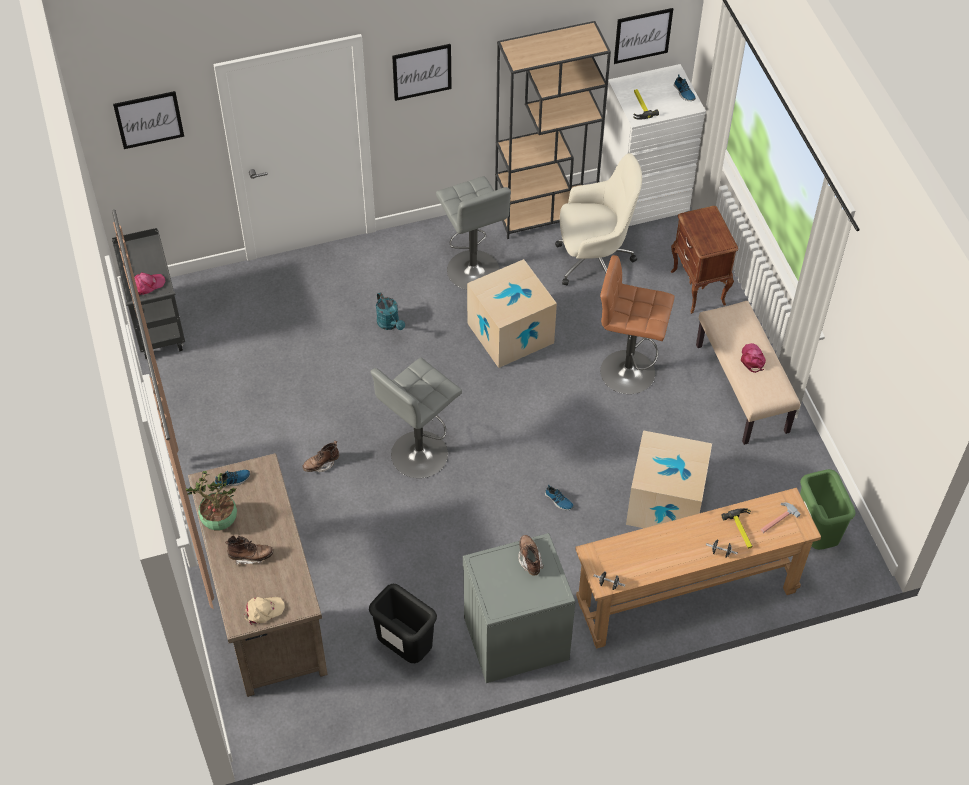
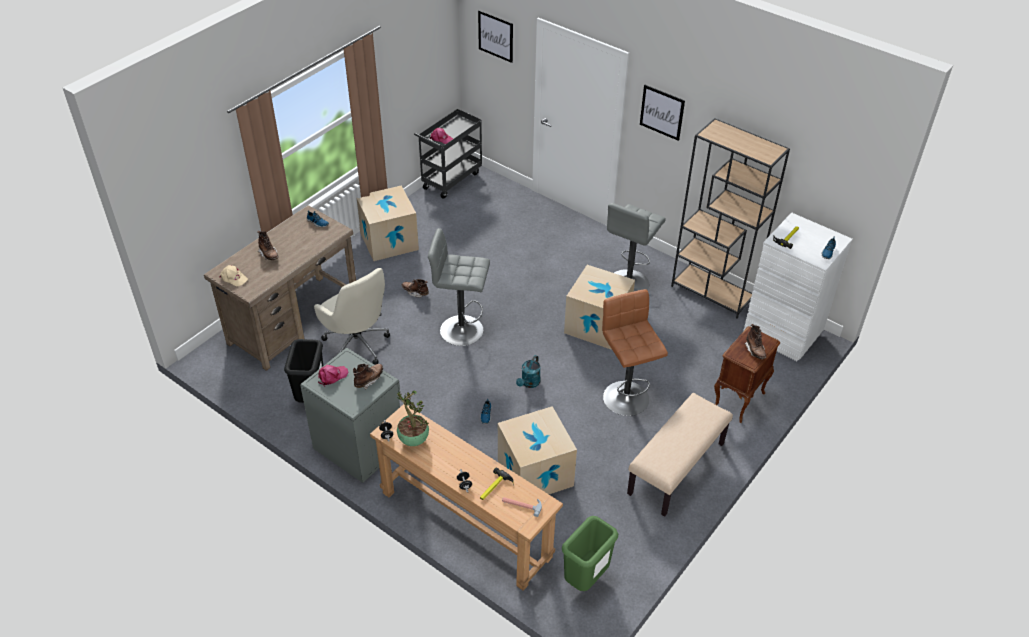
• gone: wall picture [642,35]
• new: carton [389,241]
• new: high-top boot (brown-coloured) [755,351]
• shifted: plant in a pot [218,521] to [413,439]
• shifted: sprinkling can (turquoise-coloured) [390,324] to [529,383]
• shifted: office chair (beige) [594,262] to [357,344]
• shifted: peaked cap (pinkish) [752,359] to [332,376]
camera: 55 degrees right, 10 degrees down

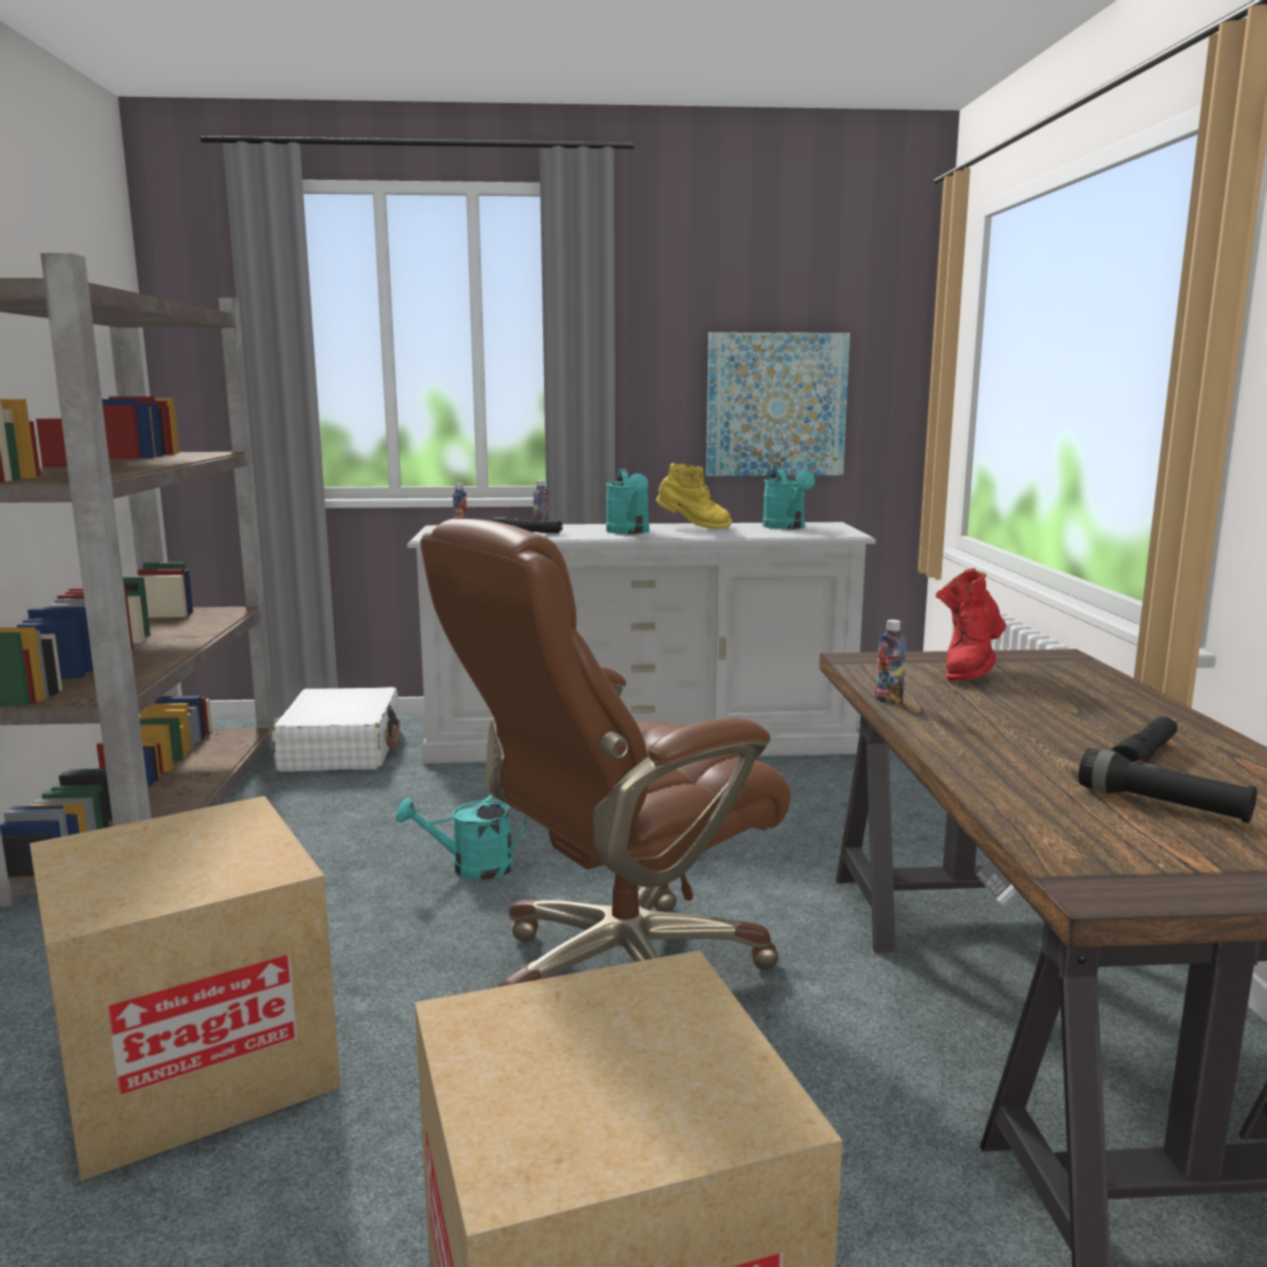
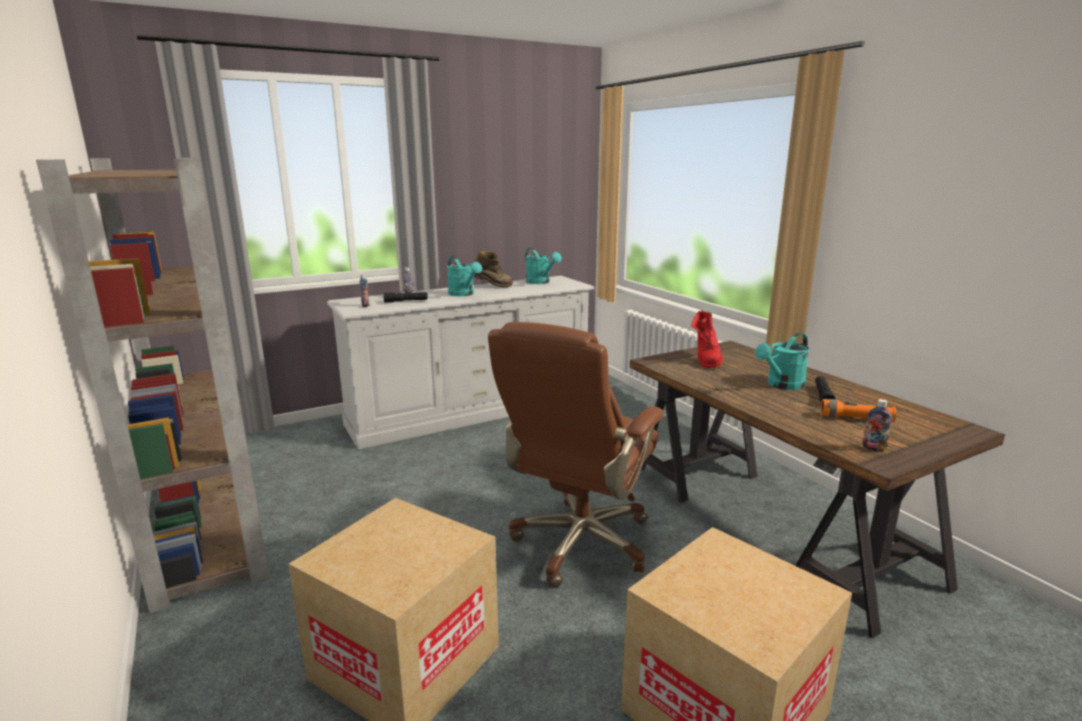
• gone: travel case (white) [342,749]
• gone: wall picture [776,405]
• shifted: sprinkling can (turquoise-coloured) [471,868] to [782,385]
• shifted: drink bottle [888,700] to [873,448]
• repainted: high-top boot (yellow) [693,527] to high-top boot (brown-coloured) [492,287]
• repainted: flashlight (black) [1162,805] to flashlight (orange) [856,419]
camera: 25 degrees left, 5 degrees up

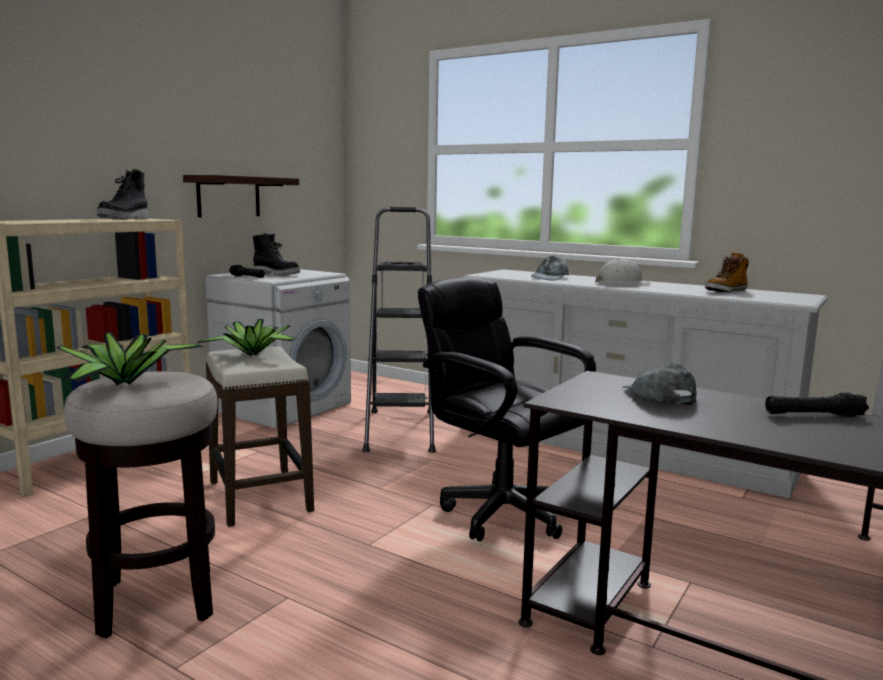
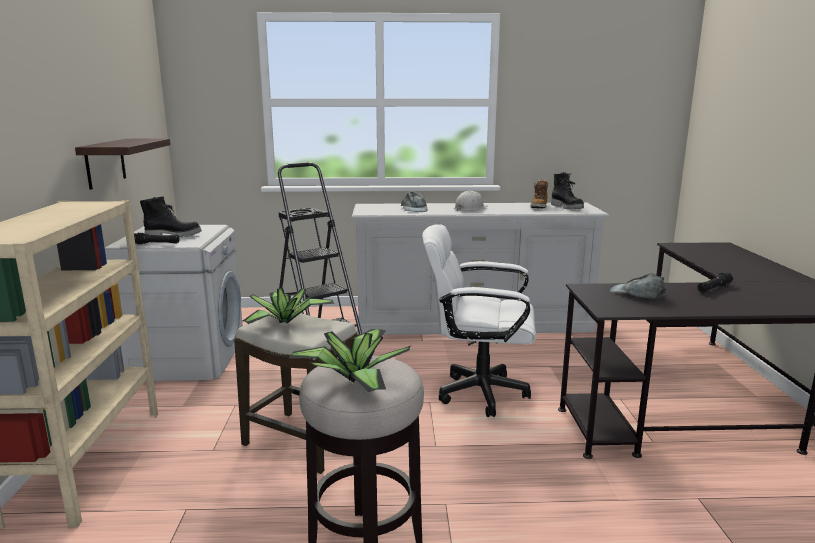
• shifted: high-top boot (black) [125,219] to [567,207]
• repainted: office chair (black) [497,514] to office chair (white) [476,394]
camera: 35 degrees left, 5 degrees up

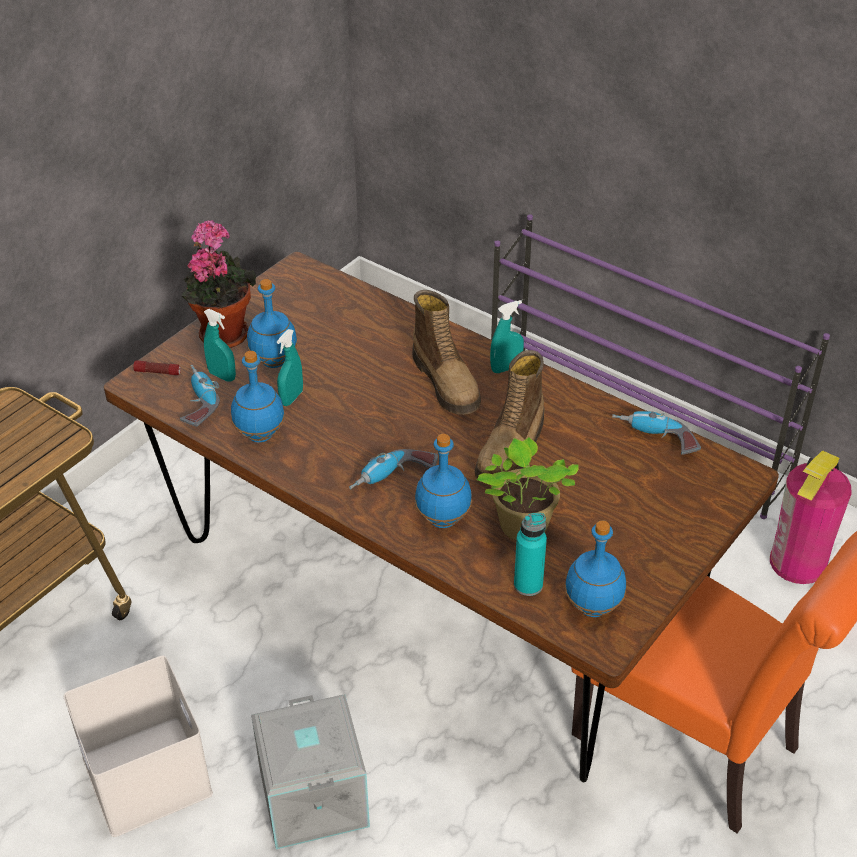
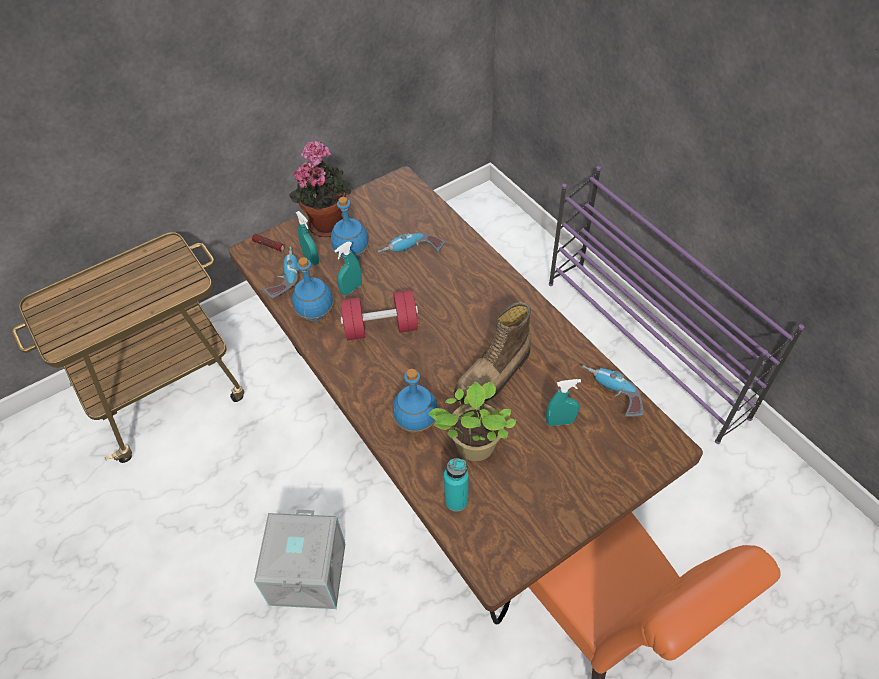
• gone: storage container (white) [143,774]
• gone: high-top boot [447,383]
• gone: drink bottle (blue-coloured) [592,606]
• gone: fire extinguisher [798,562]
• new: dumbbell (red) [381,327]
• shifted: drill [393,479] to [411,252]
• shifted: sprayer (turquoise-coloured) [506,368] to [560,421]
camera: 20 degrees right, 10 degrees up

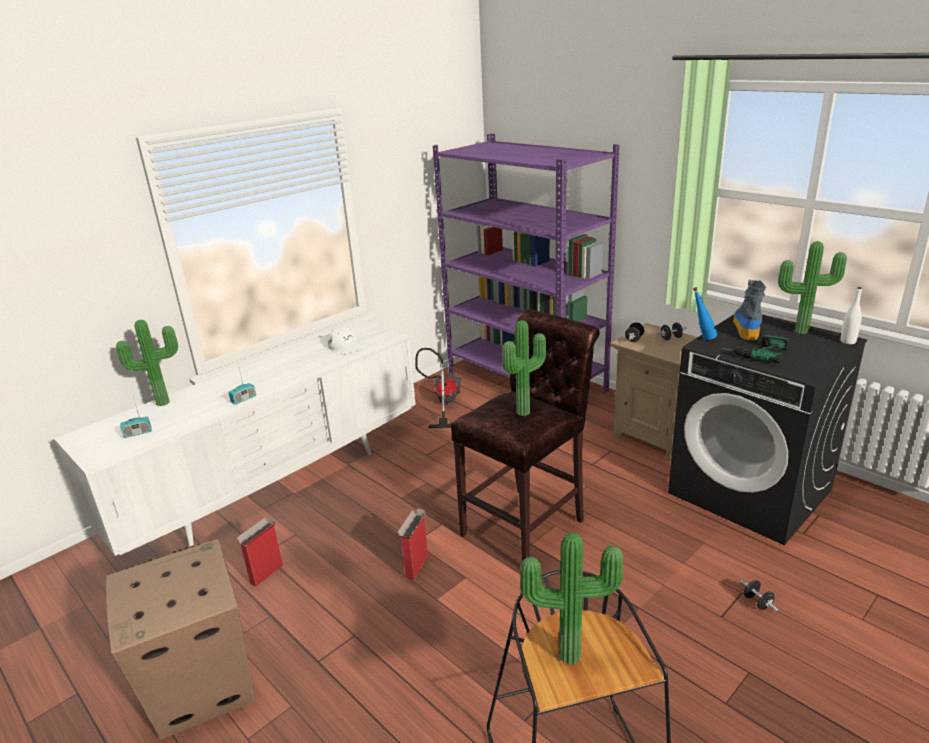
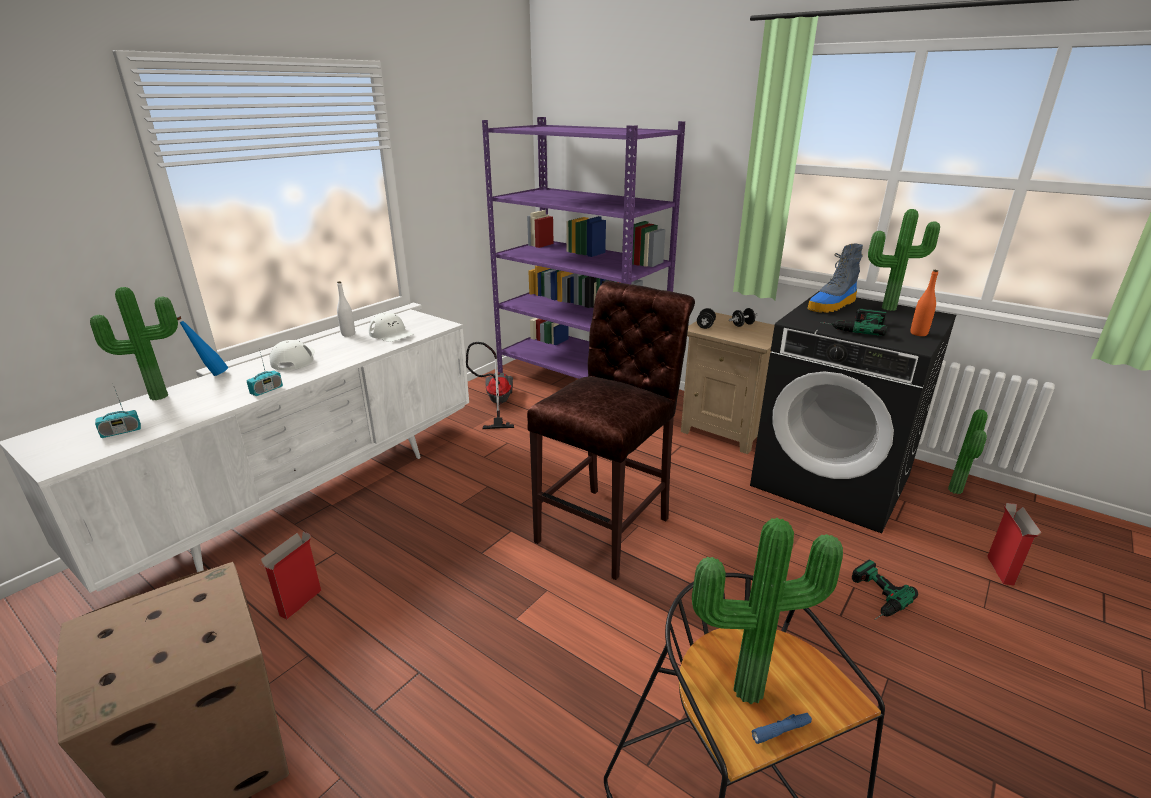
• new: peaked cap (white) [294,359]
• new: flashlight (blue-coloured) [781,730]
• new: drink bottle (orange) [918,333]
• shifted: carton [416,567] to [1000,571]
• shifted: plant in a pot [525,413] to [958,491]
• shifted: drink bottle (blue-coloured) [702,339] to [211,375]
• shifted: drink bottle (white) [848,341] to [348,334]
• swapped: dumbbell (black) [757,602] to drill [873,597]
• rotated: high-top boot [746,327] = [832,305] 135 degrees counterclockwise
camera: 10 degrees left, 0 degrees up

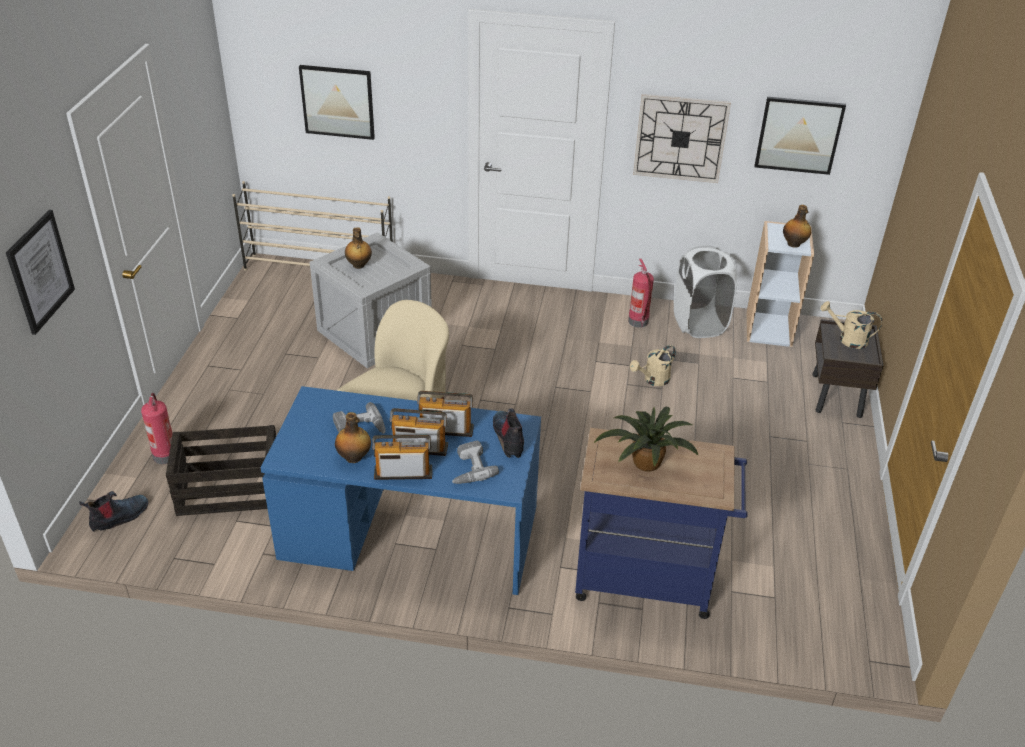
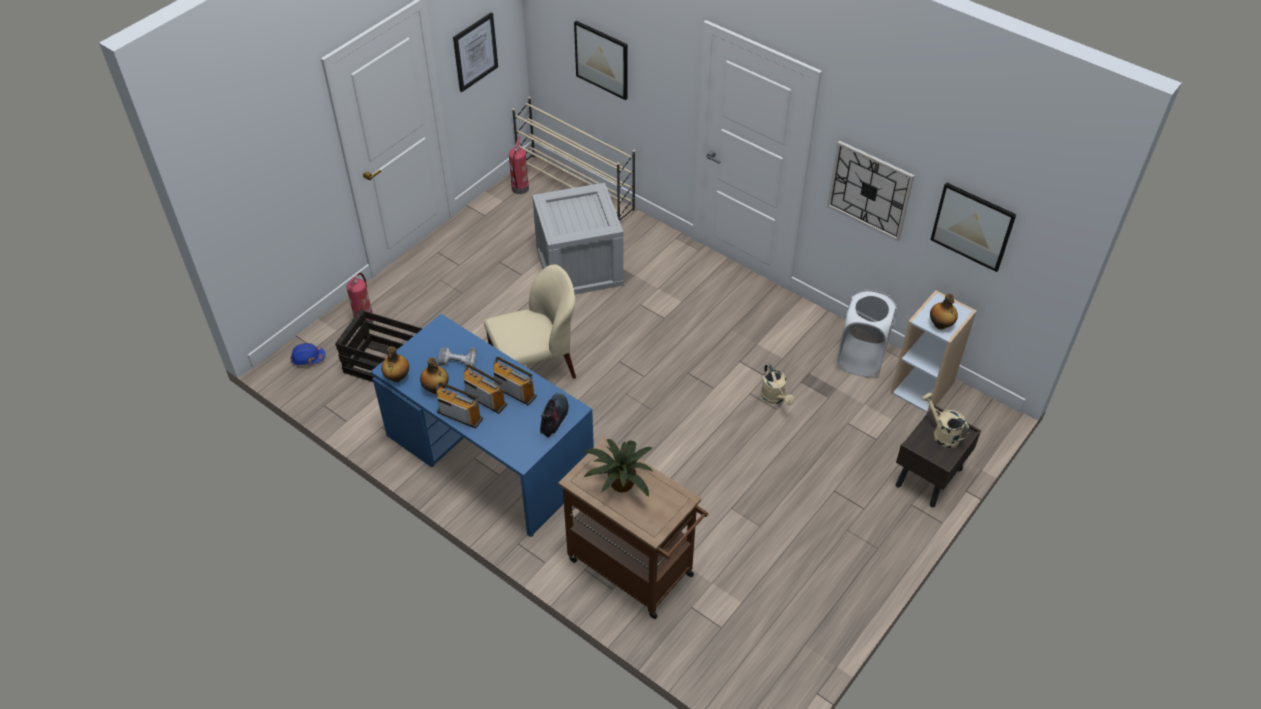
• gone: drill [468,468]
• shifted: wall picture [40,271] to [475,52]
• shifted: drink bottle [358,265] to [397,377]
• shifted: fire extinguisher [639,322] to [520,189]
• swapped: high-top boot [119,517] to safety helmet (blue-coloured) [307,359]
• repainted: wheeled cart (blue-coloured) [648,581] to wheeled cart (brown-coloured) [633,570]
• rotated: sprinkling can (beige) [653,380] = [775,398] 105 degrees counterclockwise
camera: 30 degrees right, 10 degrees up

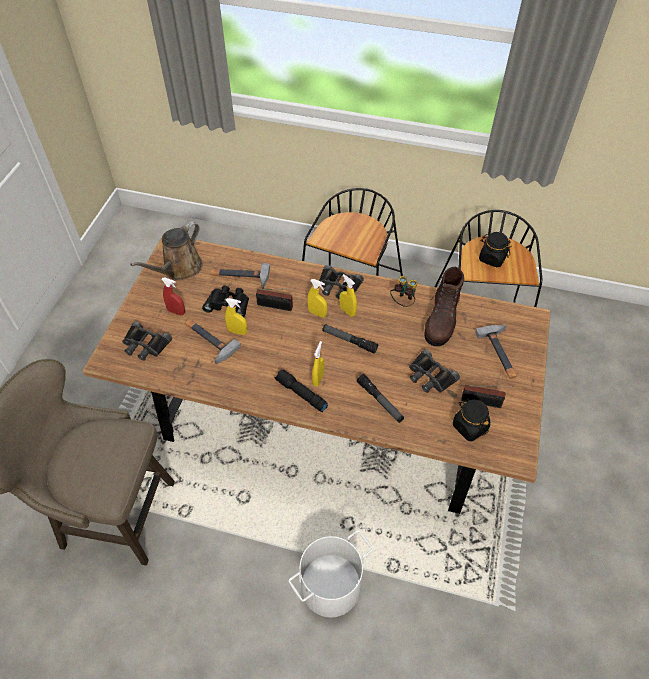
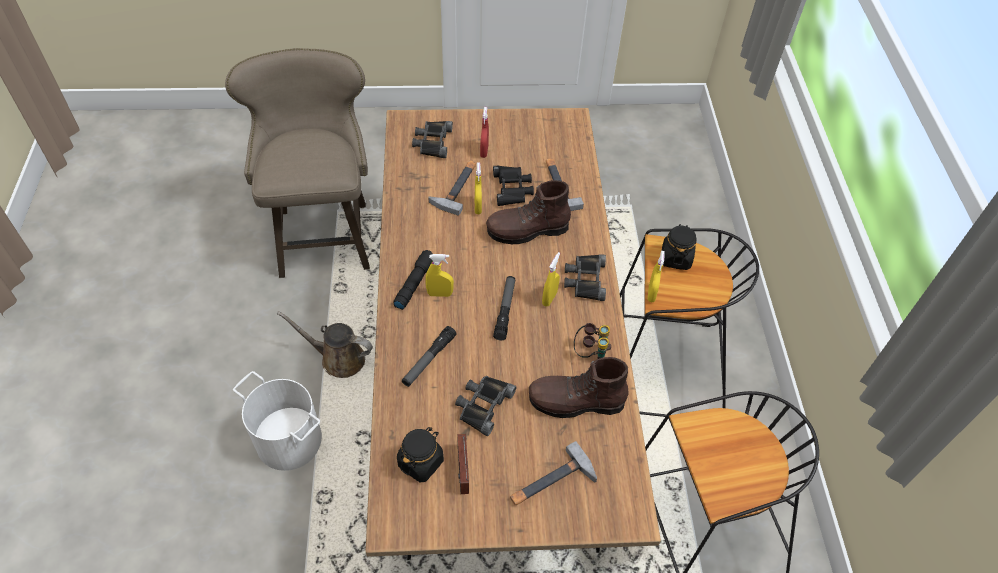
• shifted: sprinkling can (brown-coloured) [179,269] to [339,359]
• shifted: sprayer (yellow) [317,313] to [651,294]
• shifted: preserve jar (black) [492,258] to [675,258]
• swapped: radio receiver [277,306] to high-top boot (brown-coloured) [527,230]
camera: 70 degrees right, 0 degrees up

